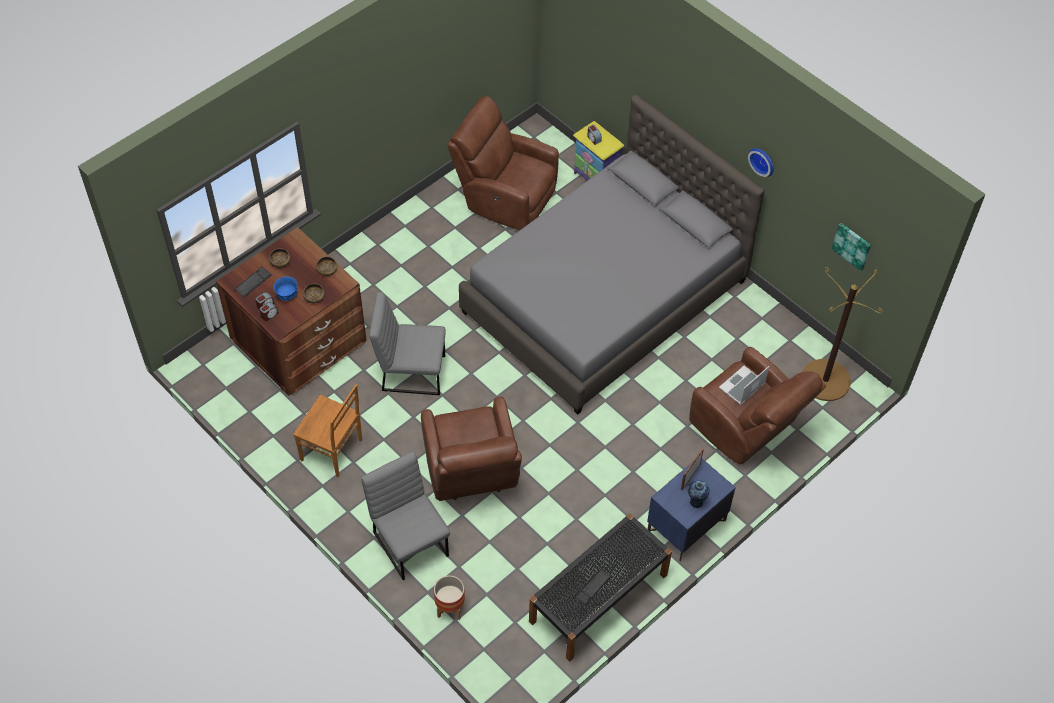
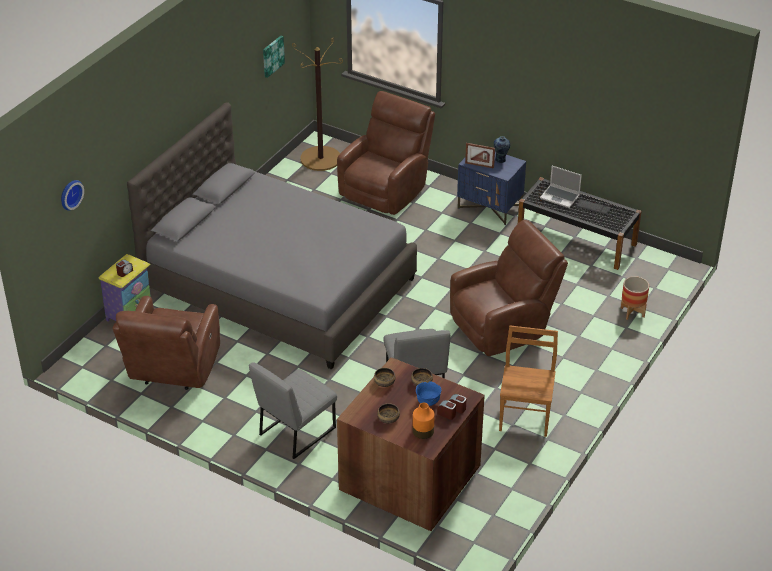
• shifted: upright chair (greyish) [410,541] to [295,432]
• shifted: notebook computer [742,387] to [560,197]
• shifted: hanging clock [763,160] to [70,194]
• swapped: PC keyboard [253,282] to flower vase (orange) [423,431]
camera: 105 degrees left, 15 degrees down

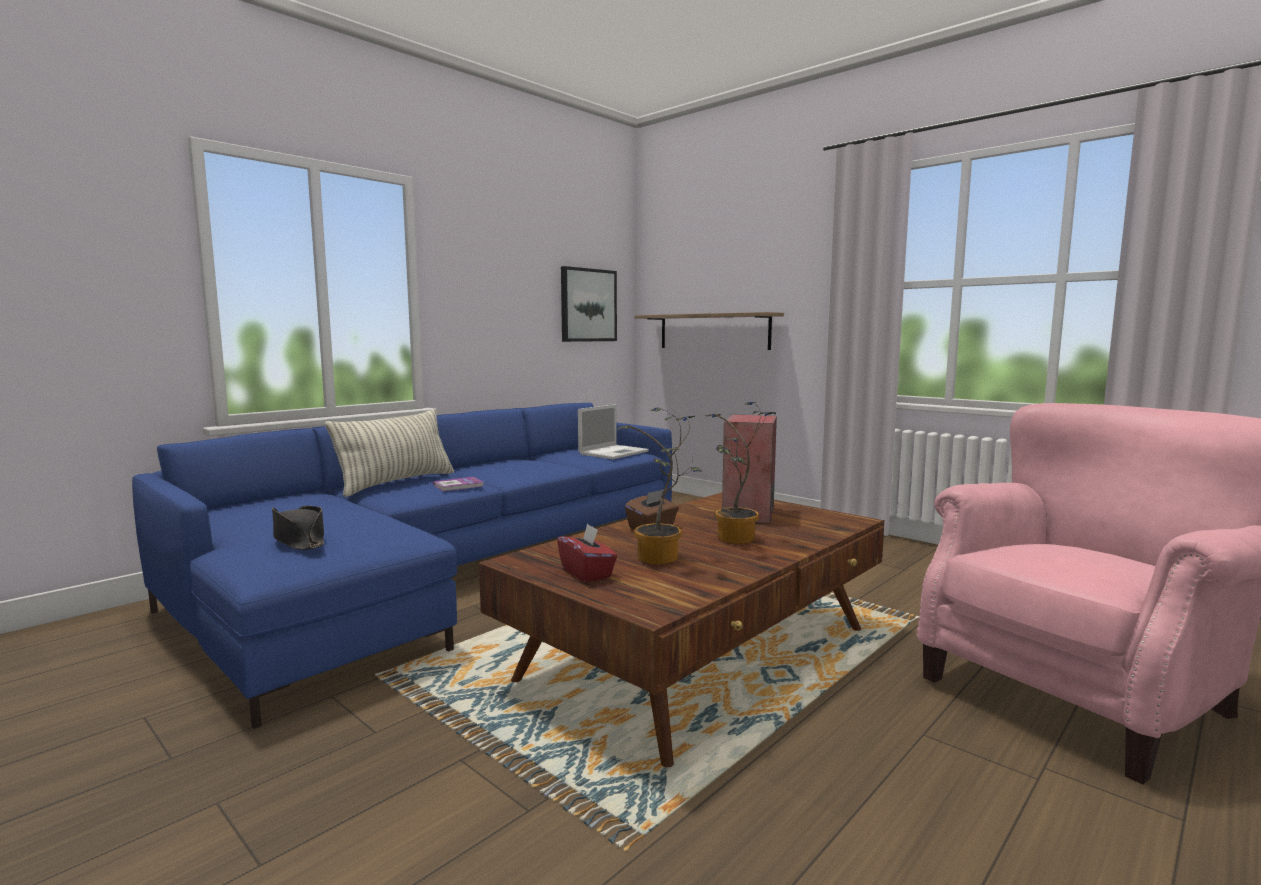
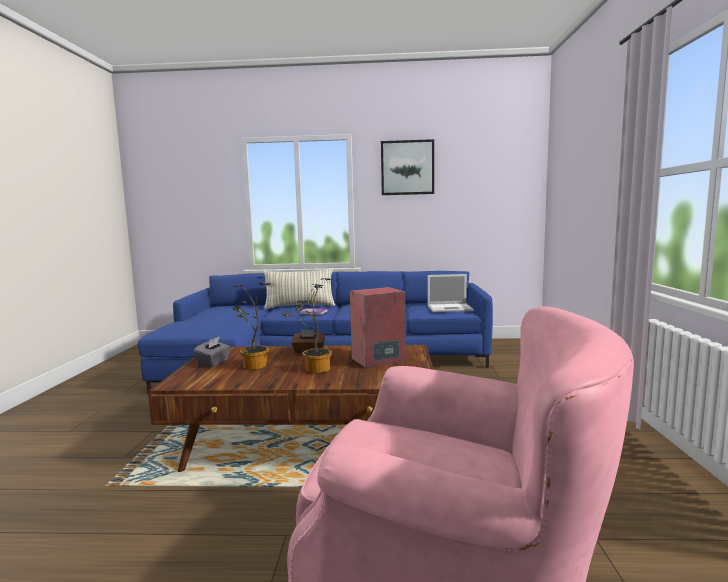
• gone: wearable hat (black) [299,539]
• gone: shelf [713,331]
• shifted: wall picture [588,305] to [407,168]
• repainted: box of tissues (red) [587,573] to box of tissues (greyish) [213,362]
camera: 50 degrees right, 0 degrees up

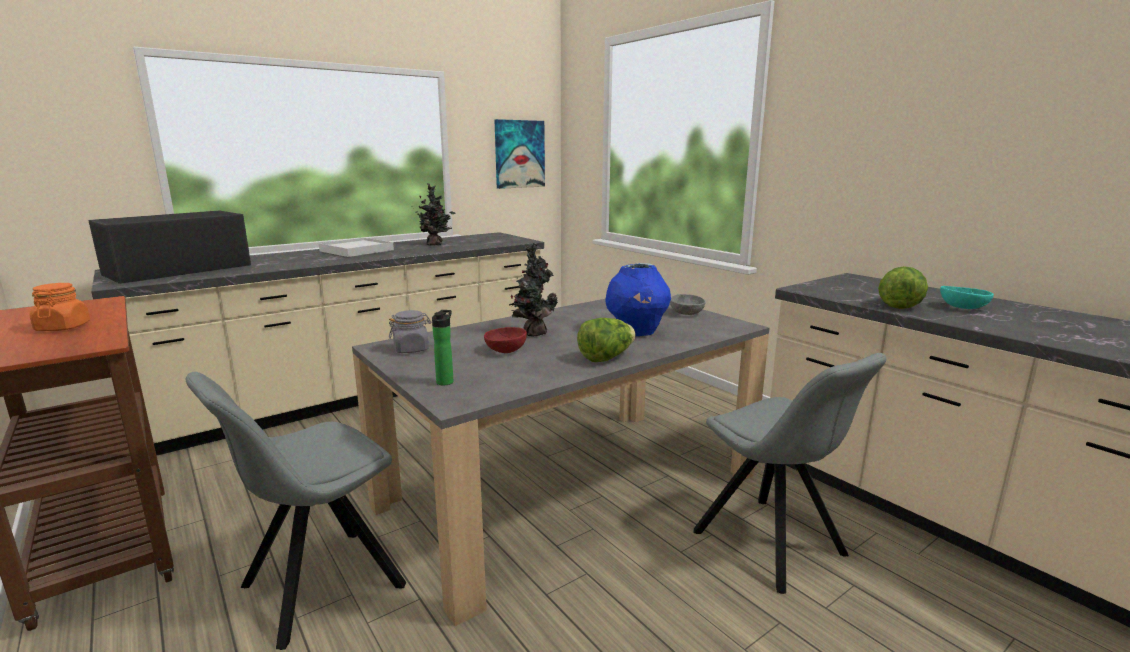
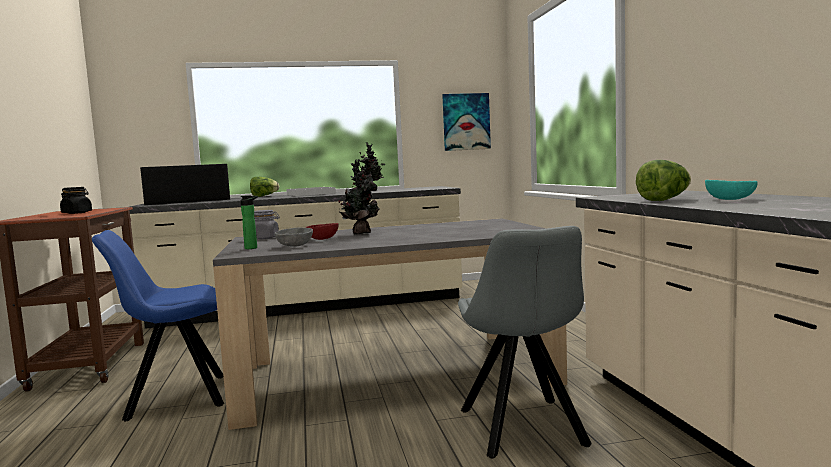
• gone: flower vase (blue-coloured) [637,332]
• shifted: head of lettuce [606,358] to [264,196]
• shifted: bowl (greyish) [687,313] to [295,246]
• repainted: preserve jar (orange) [63,327] to preserve jar (black) [77,213]
• repainted: upright chair (greyish) [321,585] to upright chair (blue-coloured) [176,397]
camera: 25 degrees right, 10 degrees down

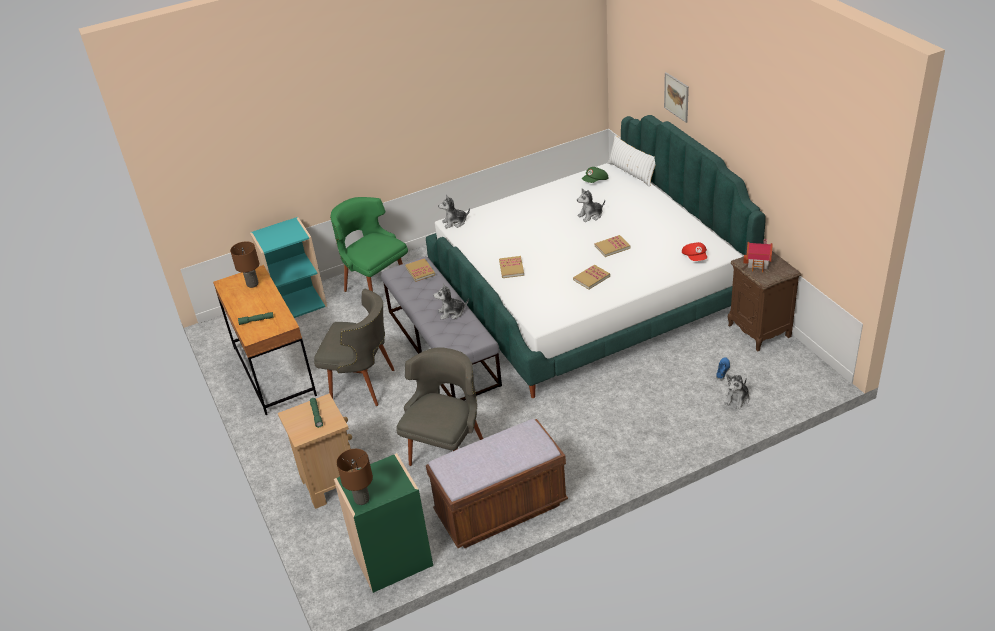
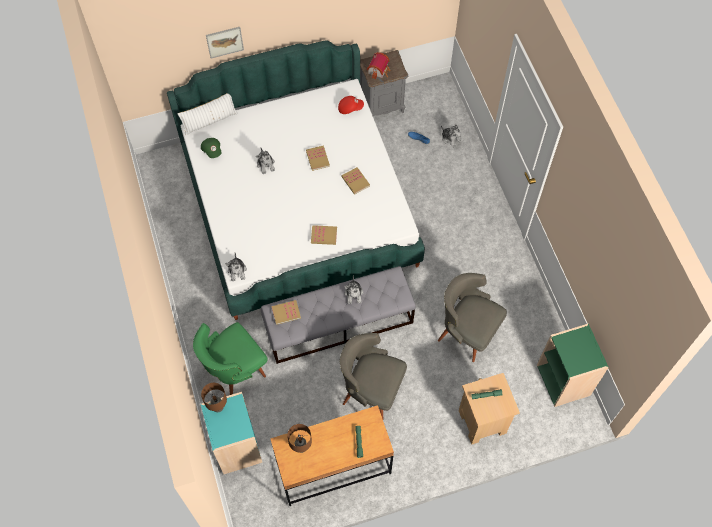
• gone: bench (brown-coloured) [501,509]
• shifted: table lamp (brown-coloured) [361,499] to [217,407]
• repainted: nightstand (brown-coloured) [758,331] to nightstand (greyish) [382,105]
• rotated: upright chair (greyish) [362,385] = [371,392] 90 degrees counterclockwise
camera: 85 degrees left, 25 degrees up

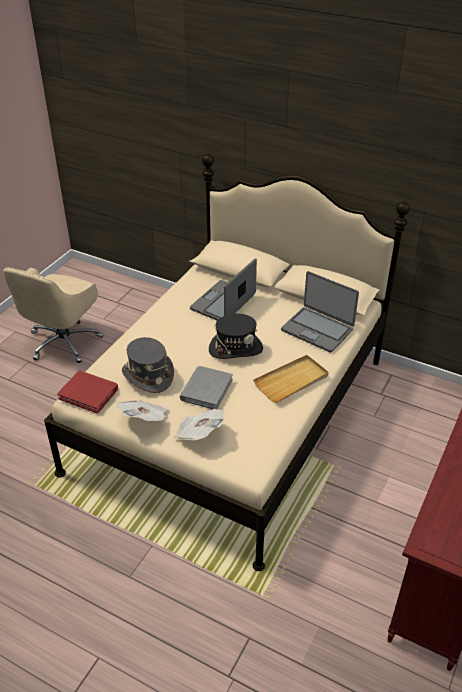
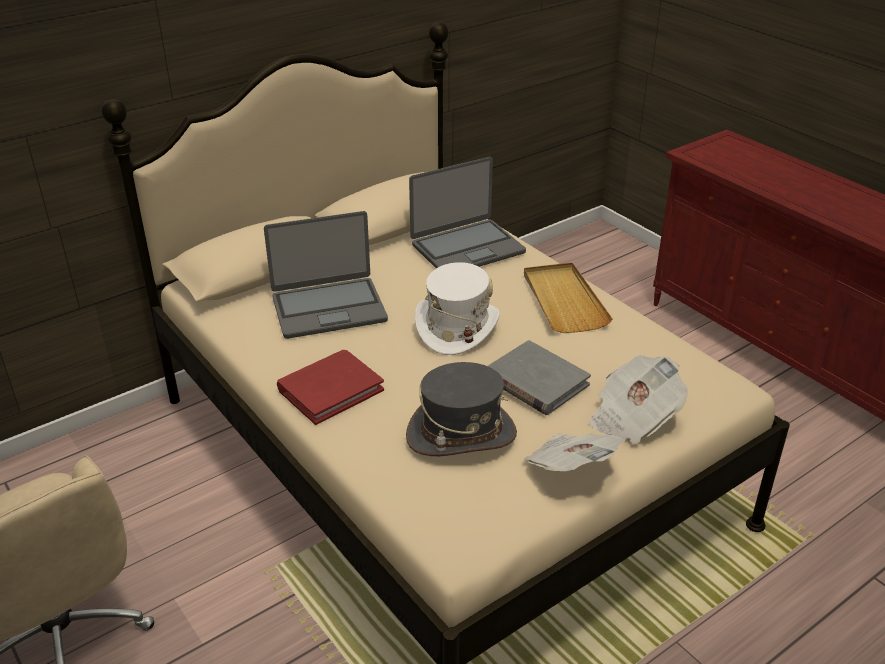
• shifted: book (red) [89,393] to [330,390]
• repainted: wearable hat (black) [236,348] to wearable hat (white) [456,327]
• rotated: notebook computer [223,303] = [328,308] 75 degrees counterclockwise
camera: 65 degrees left, 5 degrees down

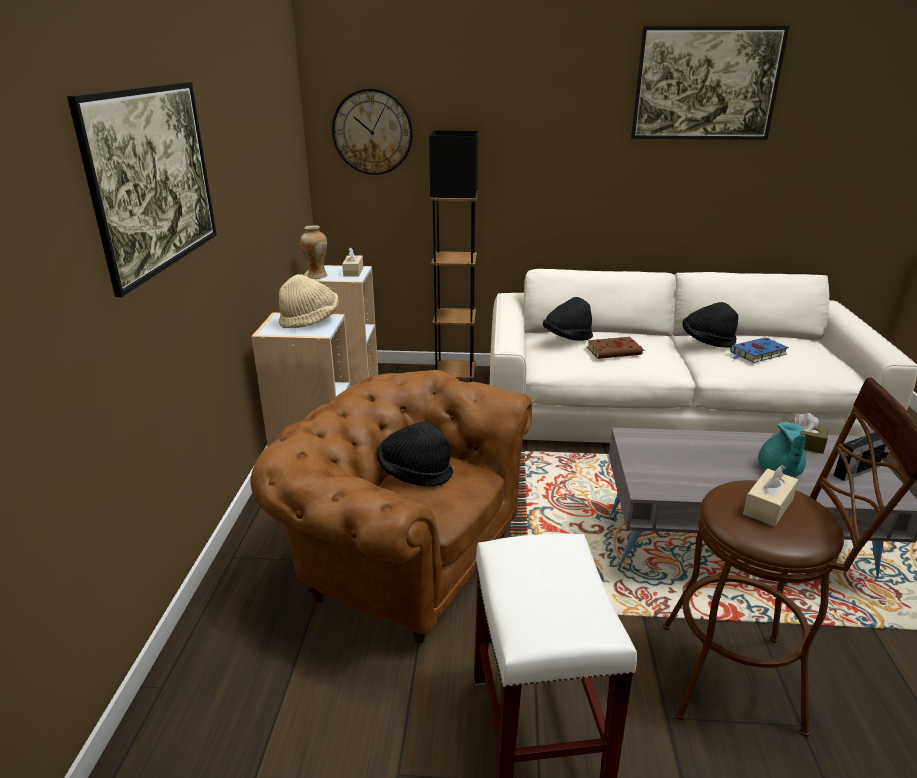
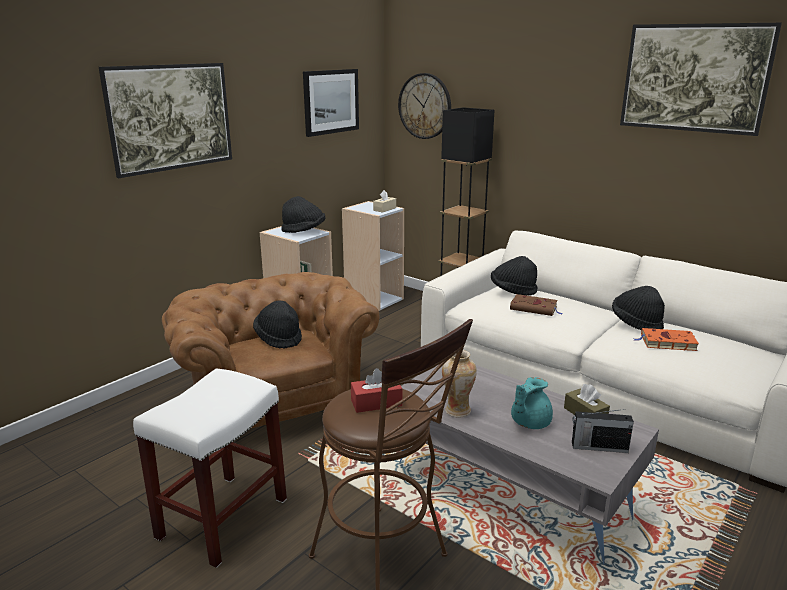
• new: wall picture [331,101]
• shifted: flower vase [317,276] to [457,411]
• repainted: wearable hat (beige) [310,321] to wearable hat (black) [304,231]
• repainted: book (blue-coloured) [757,353] to book (orange) [666,342]
• repainted: box of tissues (beige) [768,507] to box of tissues (red) [376,403]
camera: 35 degrees right, 5 degrees down

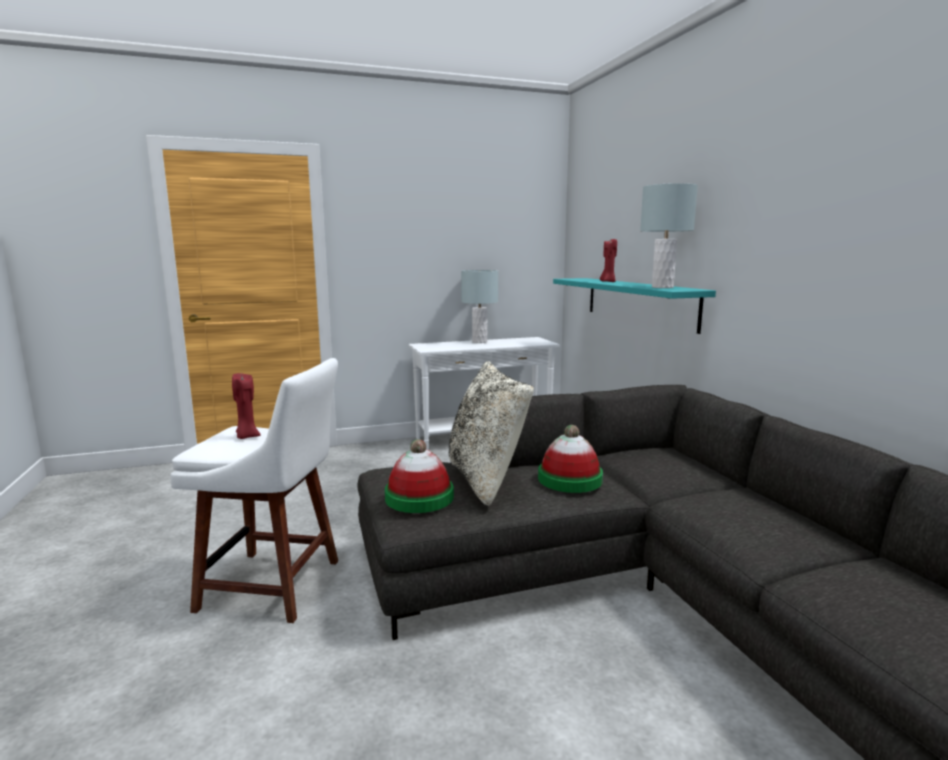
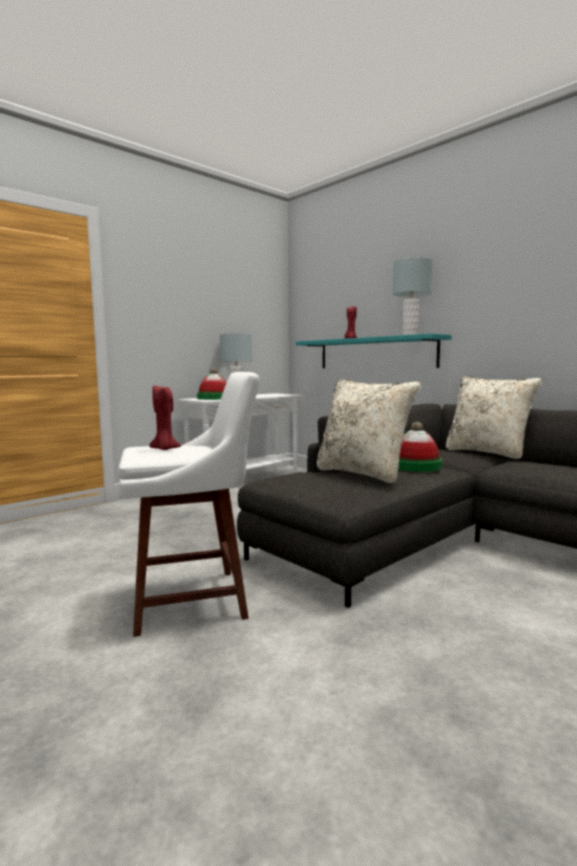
• new: cushion (beige) [487,454]
• shifted: wearable hat [419,497] to [214,398]
camera: 25 degrees left, 5 degrees down

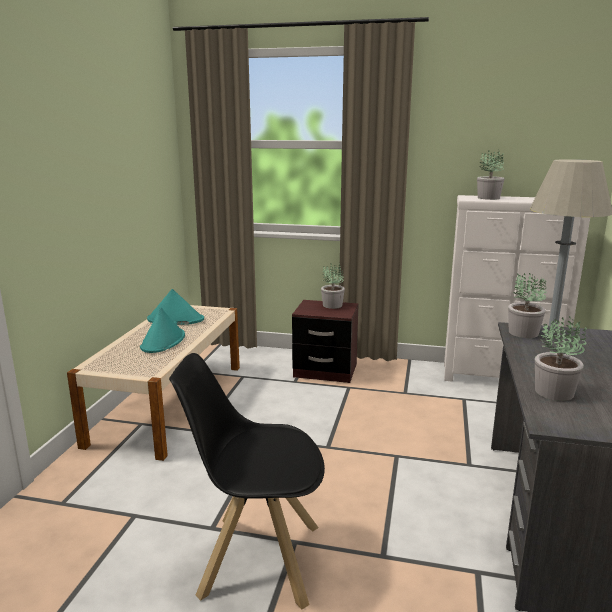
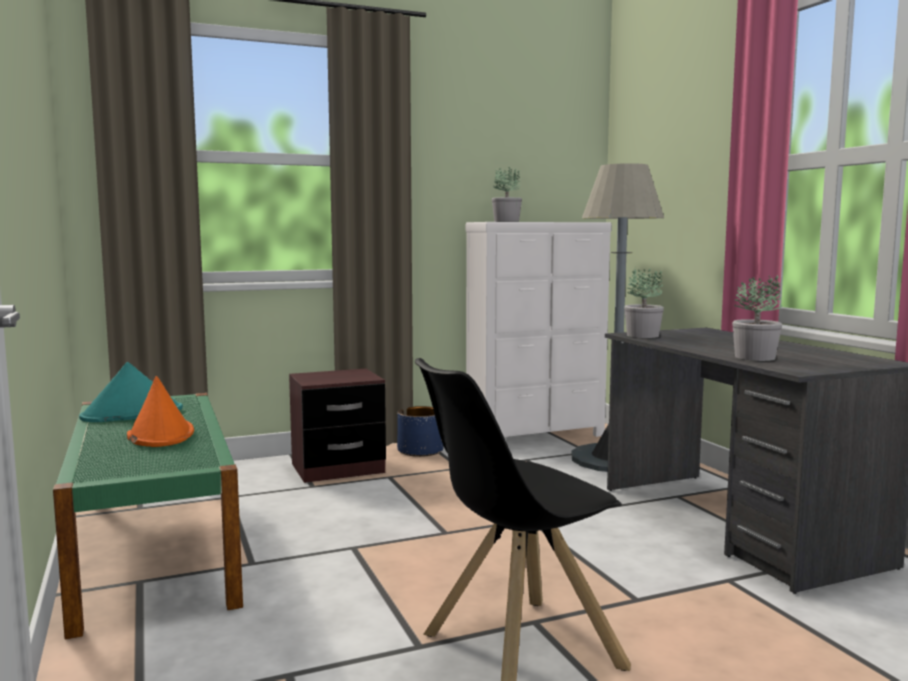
• gone: plant in a pot [332,305]
• new: plant pot (blue-coloured) [420,450]
• repainted: bench (beige) [169,402] to bench (green-coloured) [152,548]
• repainted: wearable hat (turquoise-coloured) [163,341] to wearable hat (orange) [160,434]
camera: 35 degrees left, 10 degrees down

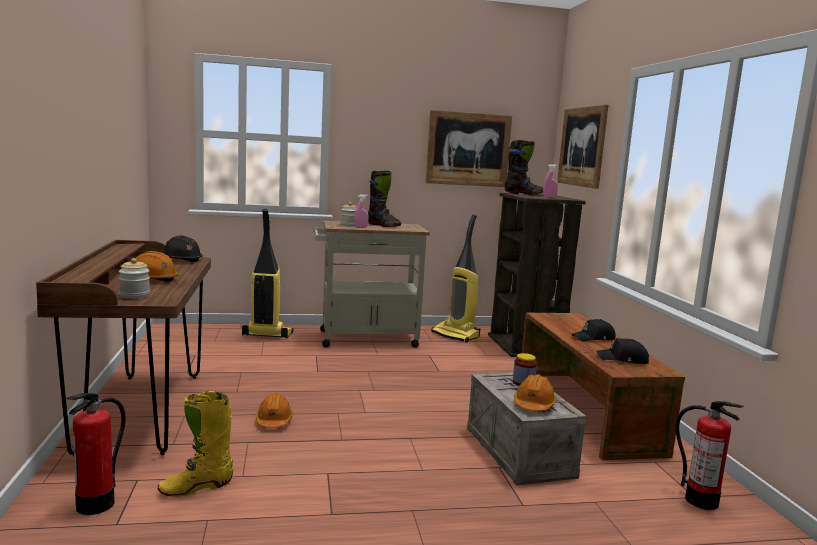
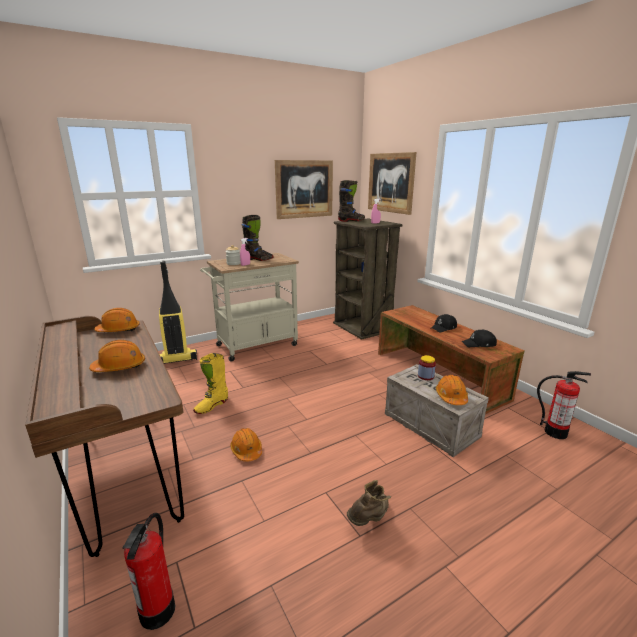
• gone: preserve jar [134,295]
• gone: vacuum [456,335]
• new: high-top boot (brown-coloured) [369,519]
• shifted: high-top boot (yellow) [196,487] to [211,406]
• repainted: safety helmet (black) [180,260] to safety helmet (orange) [119,330]
camera: 20 degrees left, 10 degrees up

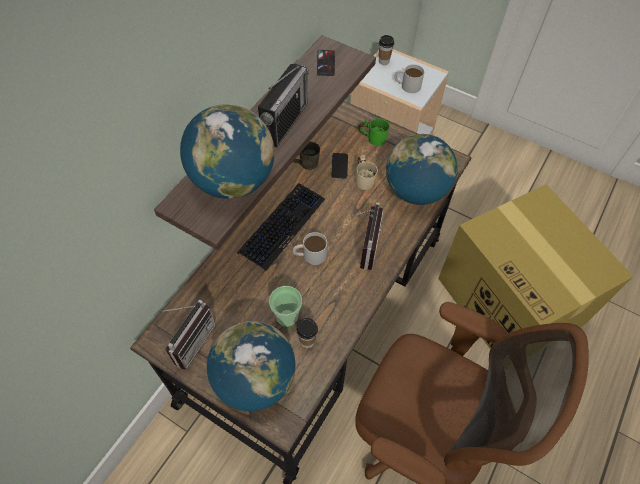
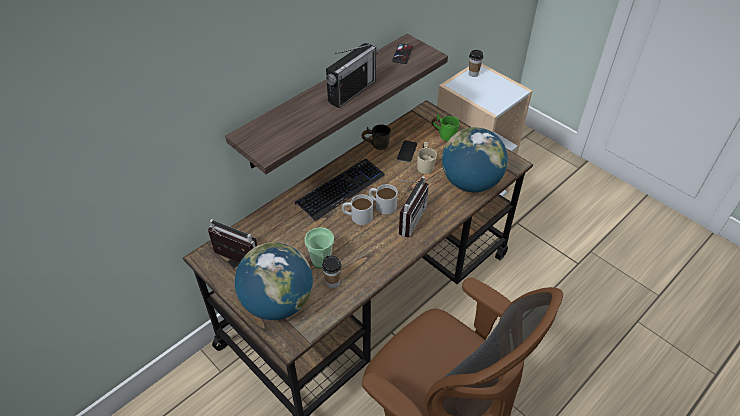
• gone: desk globe [233,181]
• gone: carton [511,302]
• shifted: tea mug (white) [407,85] to [382,204]
• rotated: radio receiver [190,340] = [233,261] 105 degrees counterclockwise
camera: 15 degrees right, 10 degrees down

